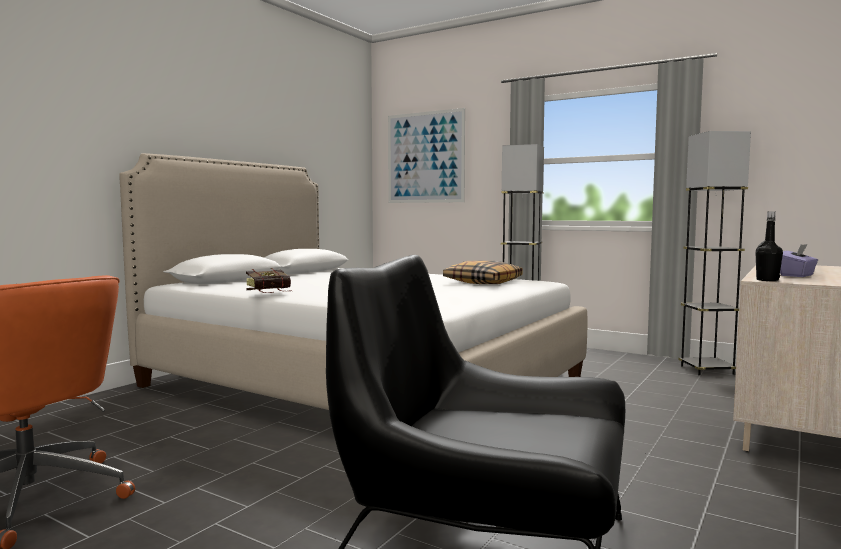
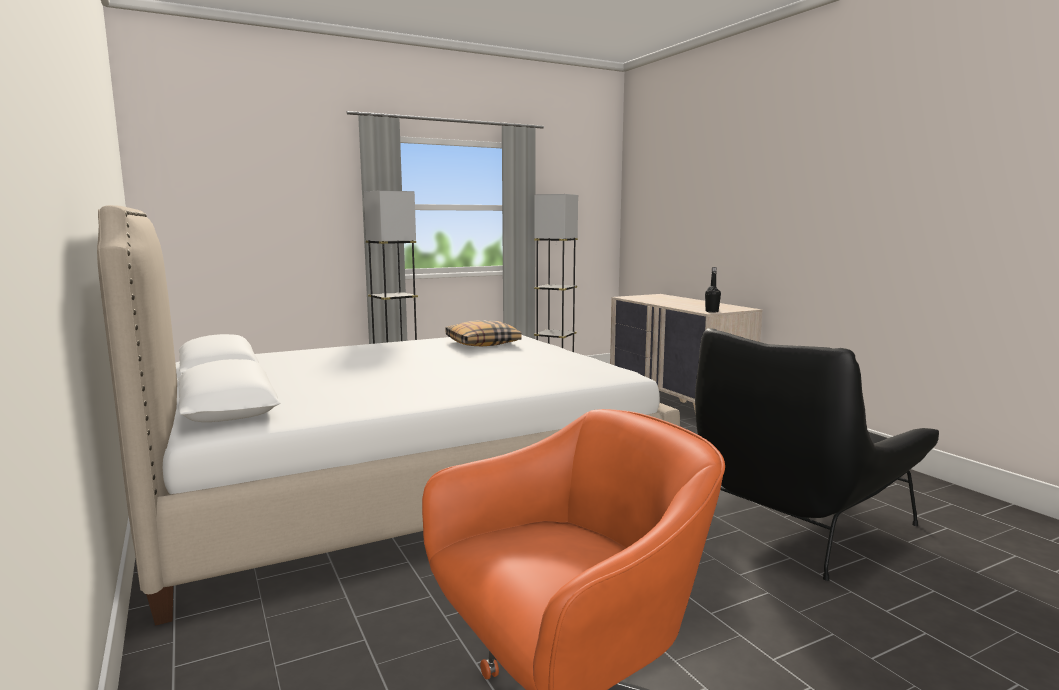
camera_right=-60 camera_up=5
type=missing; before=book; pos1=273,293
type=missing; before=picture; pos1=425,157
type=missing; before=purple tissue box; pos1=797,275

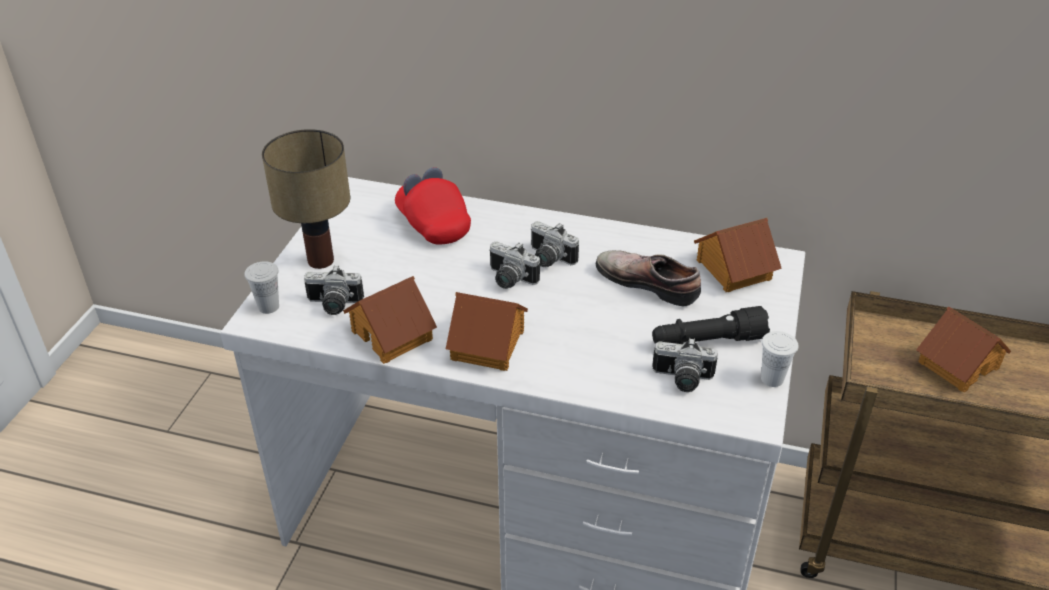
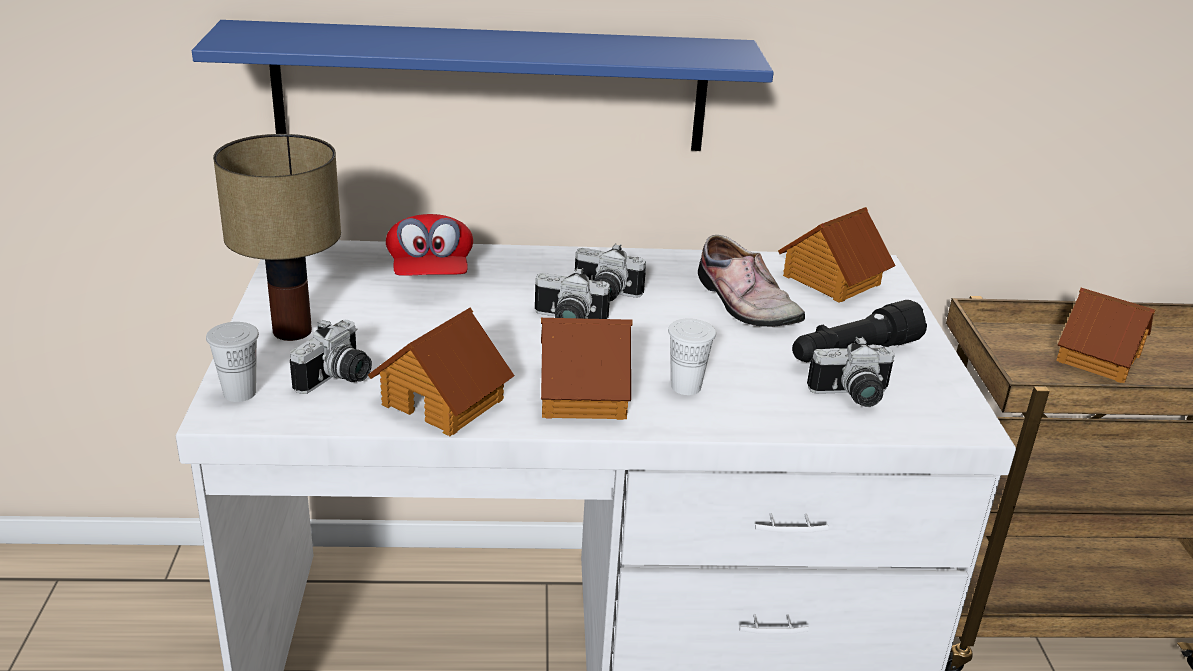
camera_right=-20 camera_up=-10
type=spun; before=photo camera; pos1=333,305; pos2=338,379; turn=-45
type=spun; before=red cap; pos1=433,224; pos2=430,275; turn=-135
type=spun; before=shoe; pos1=649,282; pos2=742,303; turn=-135
type=relocated; before=white cup; pos1=772,379; pos2=686,387
type=appeared; after=blue shelf; pos2=491,87

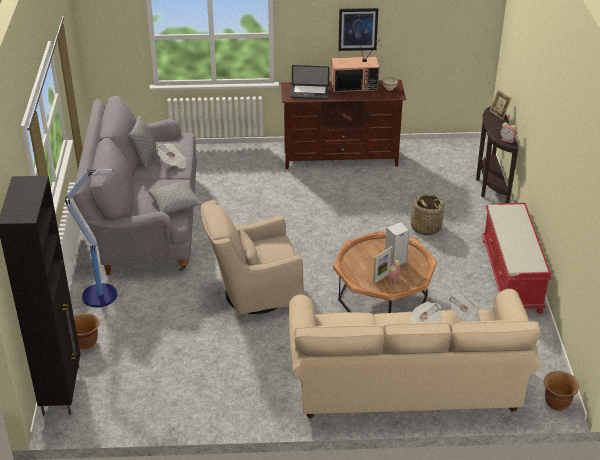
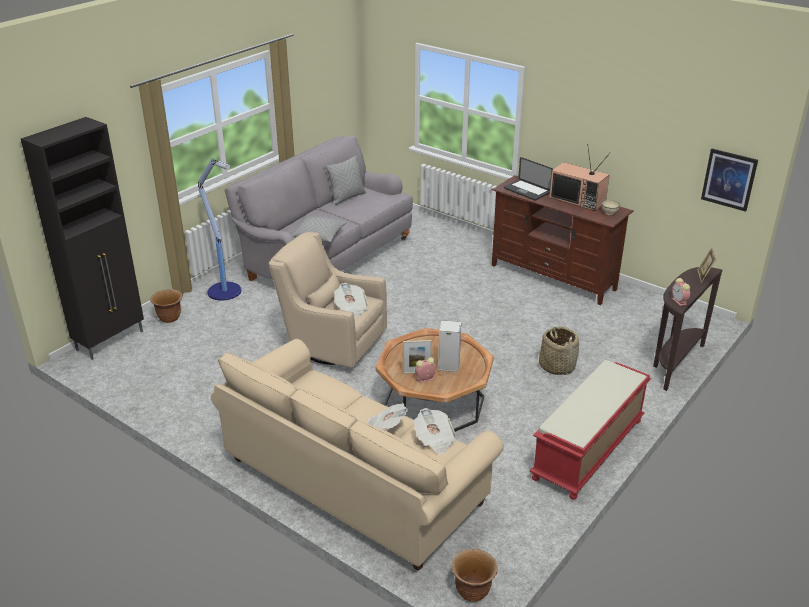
camera_right=40 camera_up=-5
type=relocated; before=newspaper; pos1=173,162; pos2=351,308
type=relocated; before=picture; pos1=358,29; pos2=729,179

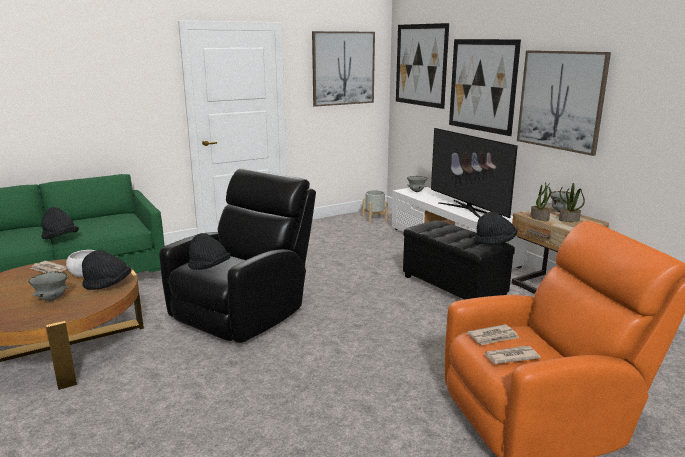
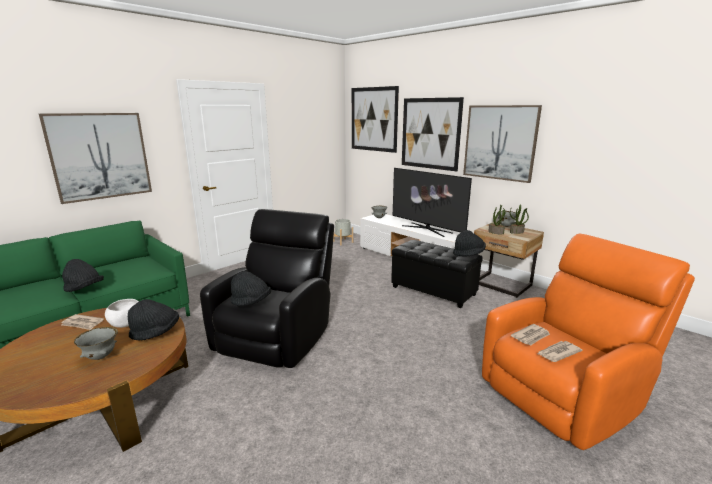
camera_right=-15 camera_up=0
type=relocated; before=picture; pos1=343,68; pos2=100,156

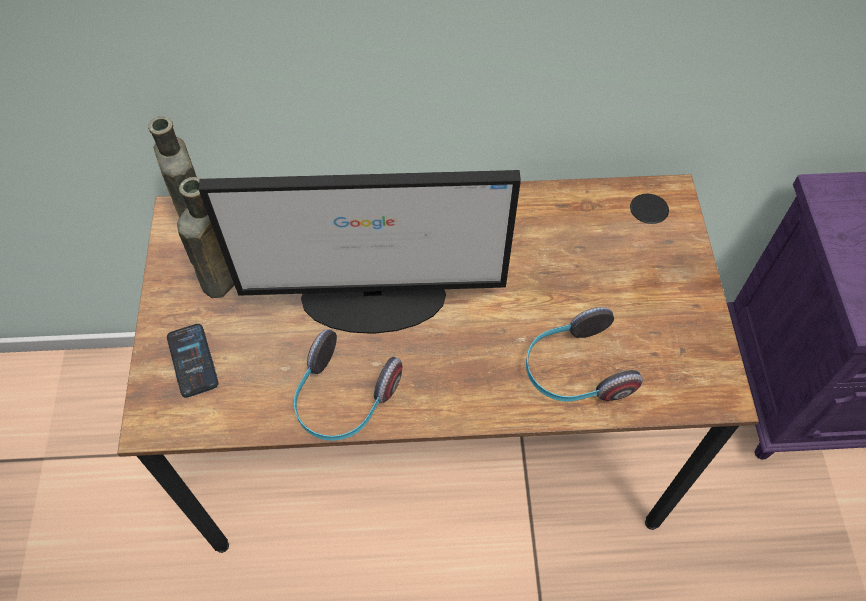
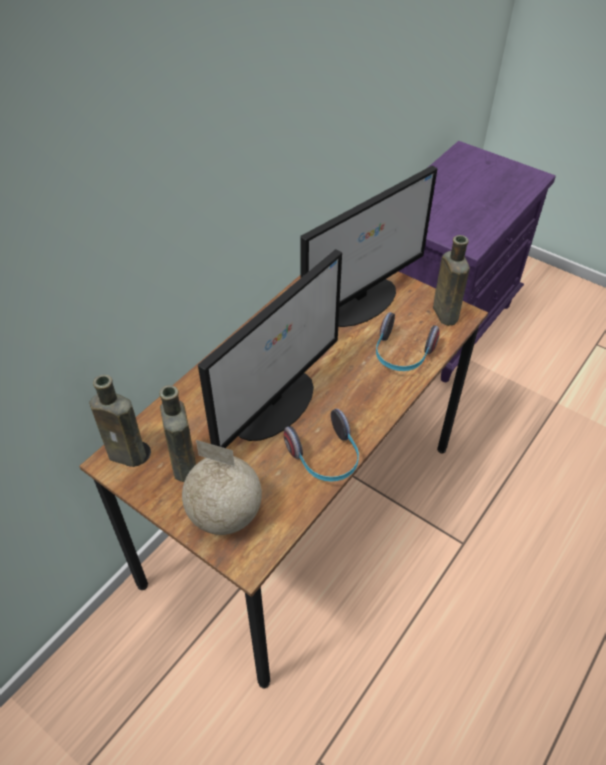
camera_right=-50 camera_up=-10
type=exchanged; before=phone; after=globe; pos1=192,360; pos2=225,515
type=appeared; after=monitor; pos2=360,301
type=appeared; after=brown bottle; pos2=444,312

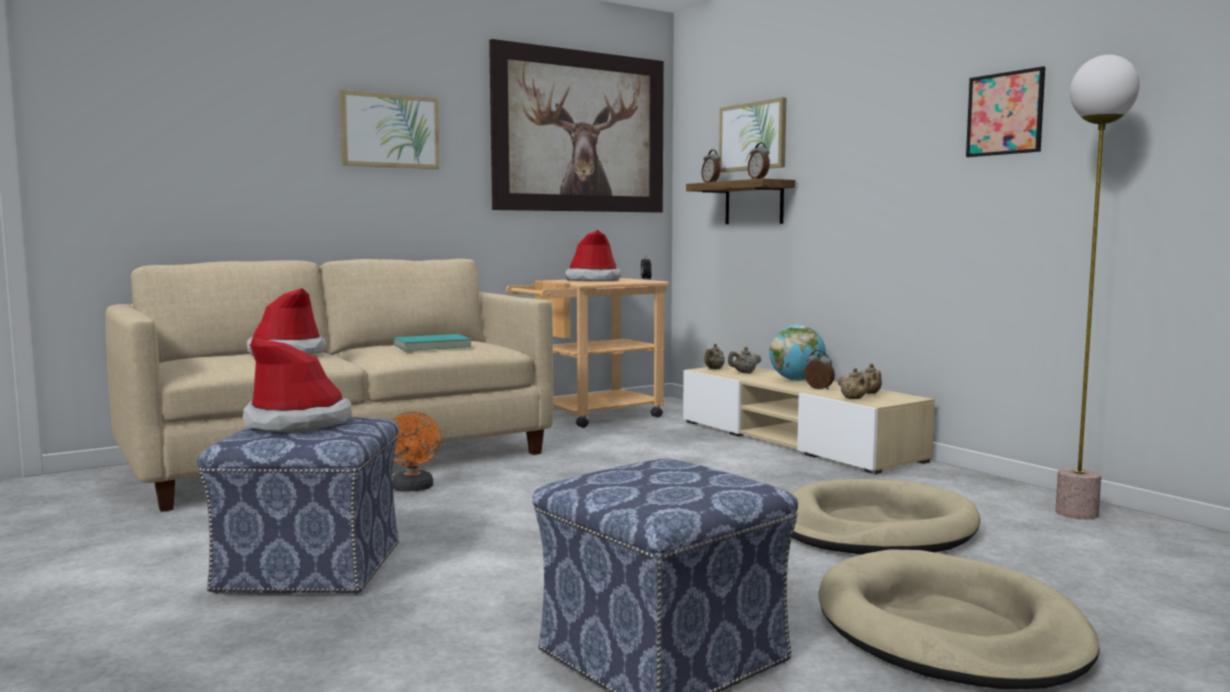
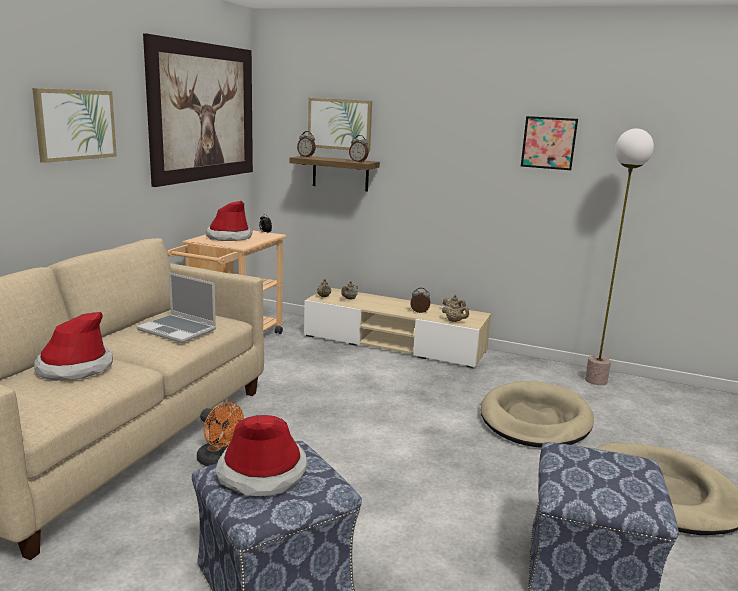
camera_right=-35 camera_up=10
type=exchanged; before=turquoise book; after=laptop; pos1=432,346; pos2=178,330
type=missing; before=globe; pos1=796,380

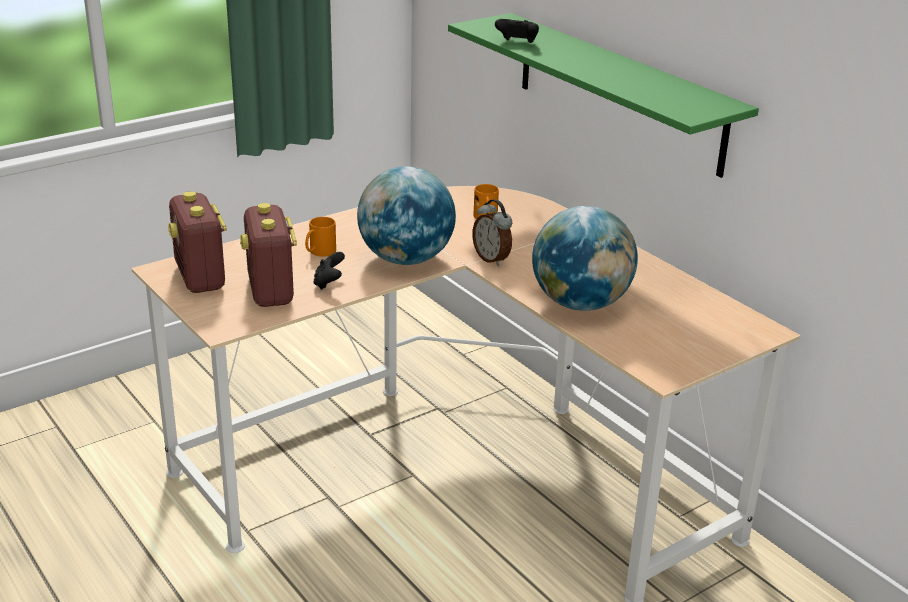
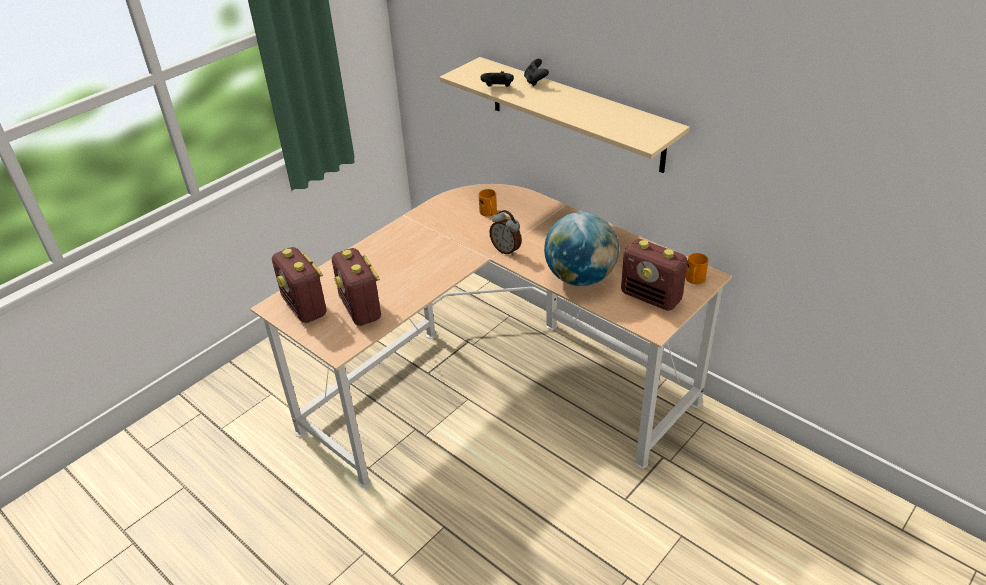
camera_right=-10 camera_up=10
type=relocated; before=orange mug; pos1=319,252; pos2=694,280
type=relocated; before=black game controller; pos1=329,283; pos2=535,81
type=missing; before=globe; pos1=406,259
type=colour; before=green shelf; after=beige shelf; pos1=618,92; pos2=575,114
type=appeared; after=radio; pos2=651,297

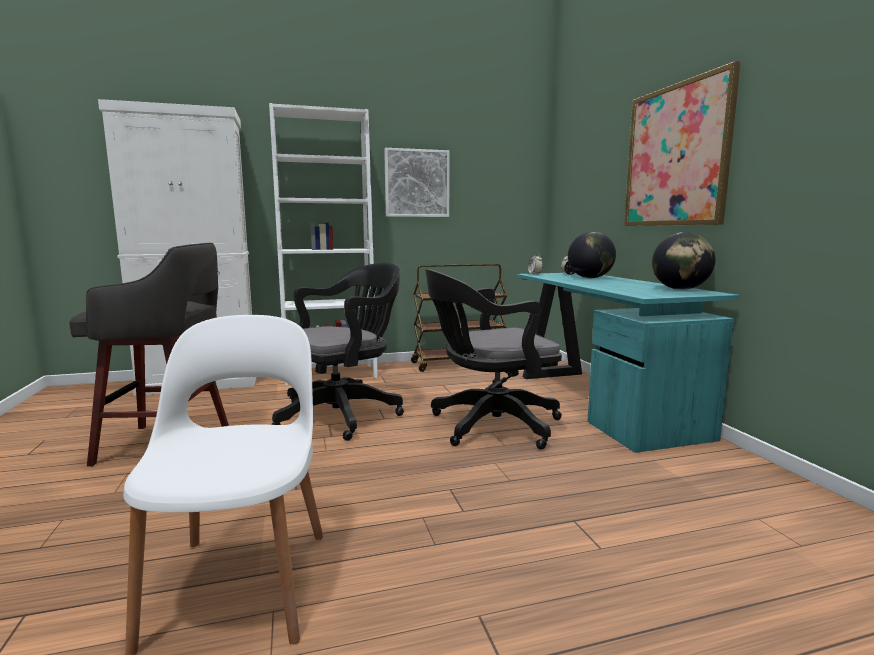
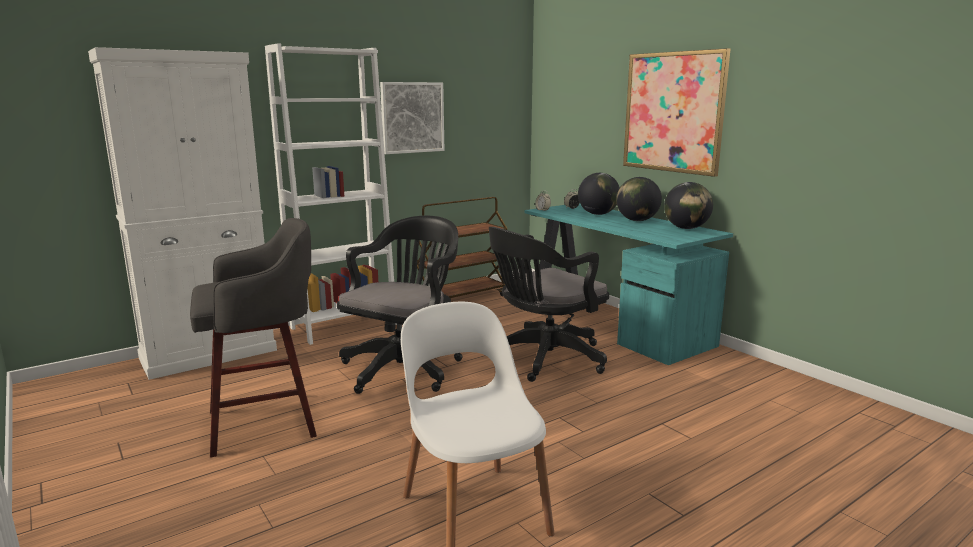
camera_right=-20 camera_up=5
type=appeared; after=globe; pos2=637,220

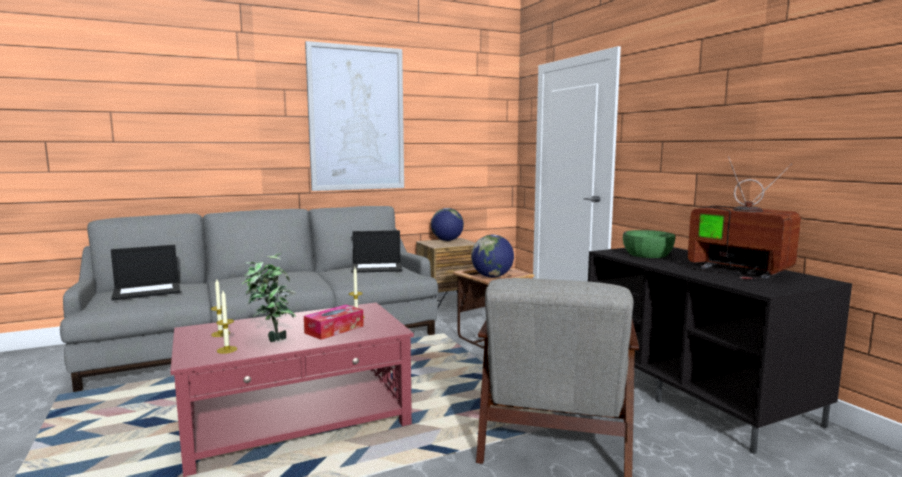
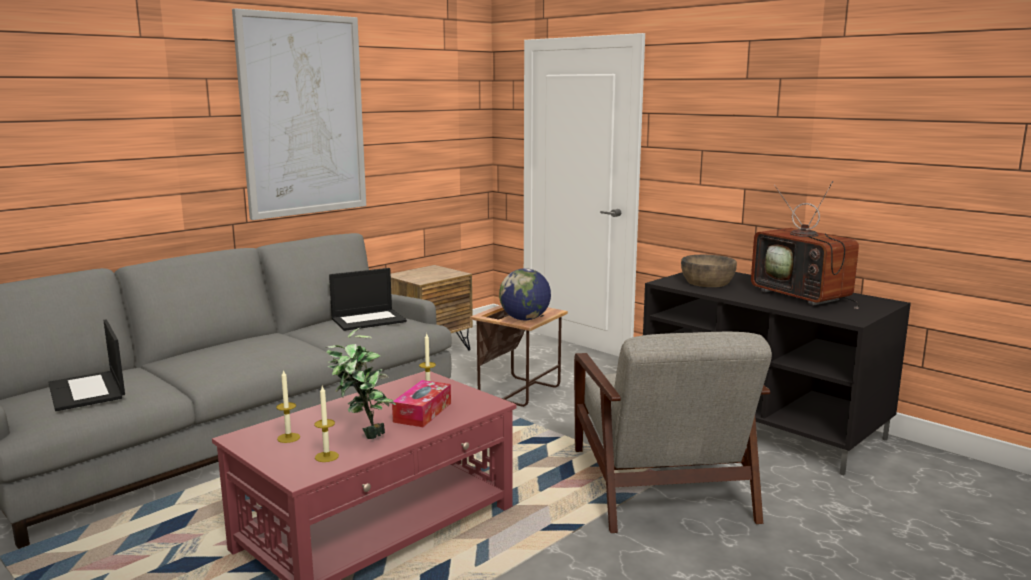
camera_right=-20 camera_up=5
type=spun; before=laptop; pos1=148,291; pos2=88,391; turn=105
type=missing; before=globe; pos1=447,240
type=colour; before=green bowl; after=brown bowl; pos1=647,254; pos2=707,282
type=spun; before=television; pos1=734,270; pos2=804,296; turn=-150

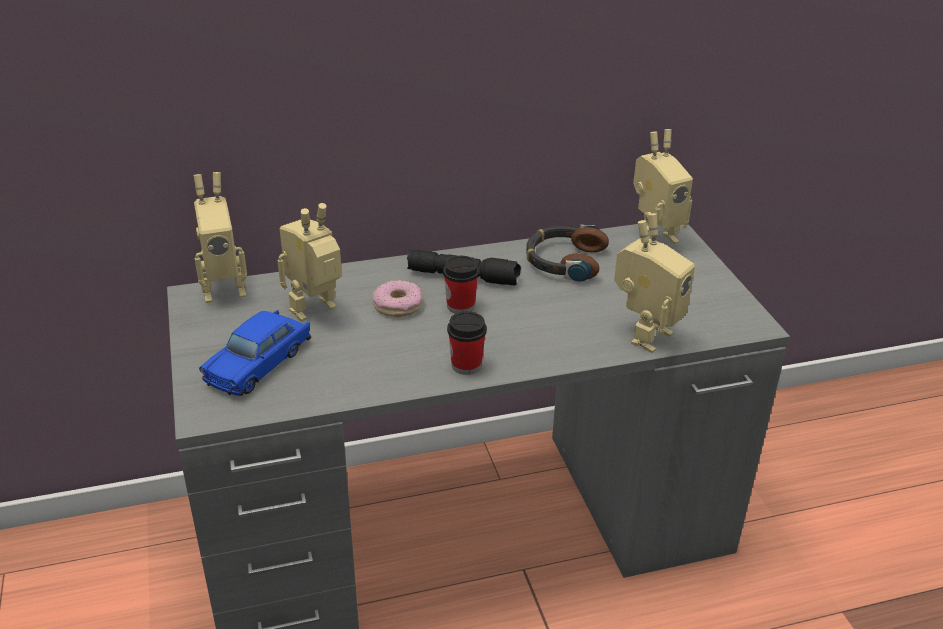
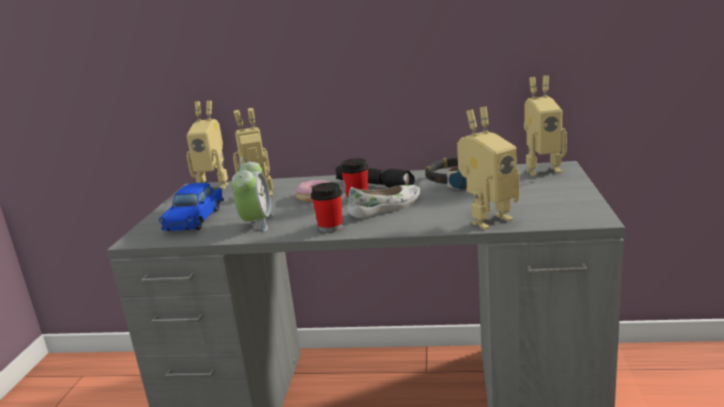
camera_right=25 camera_up=-15
type=spun; before=blue toy car; pos1=259,364; pos2=196,219; turn=-45
type=appeared; after=alarm clock; pos2=257,223
type=appeared; after=white shoe; pos2=386,208

